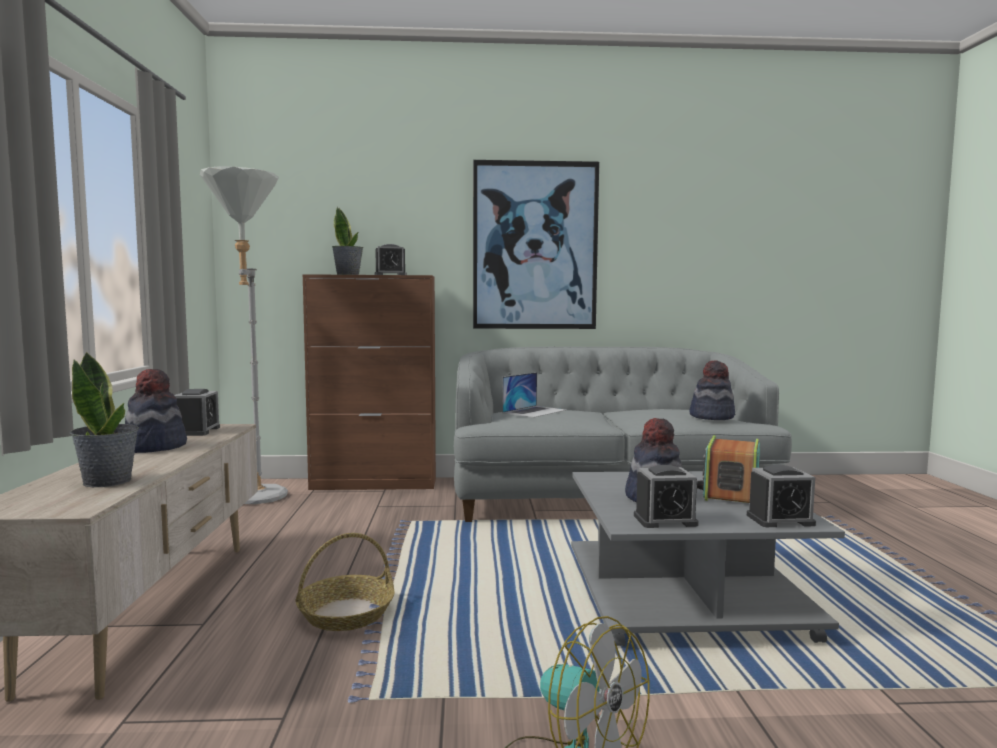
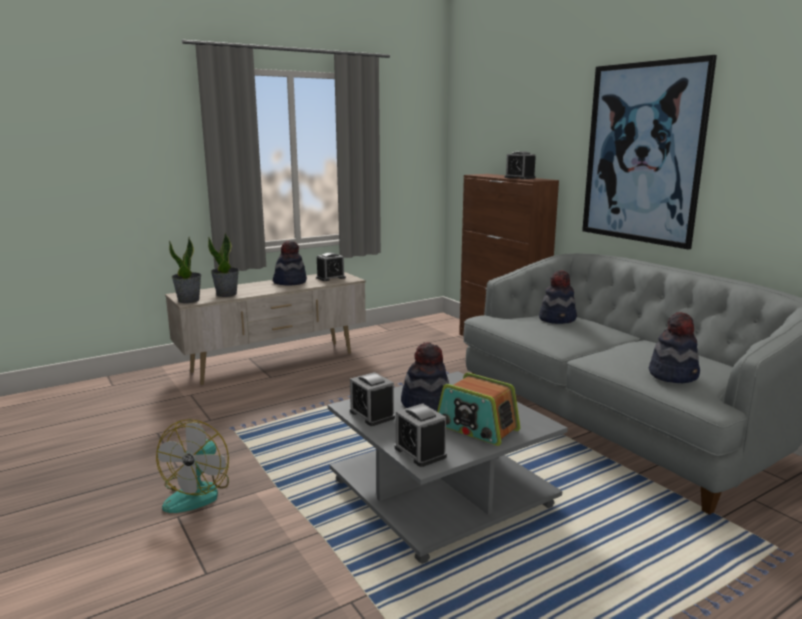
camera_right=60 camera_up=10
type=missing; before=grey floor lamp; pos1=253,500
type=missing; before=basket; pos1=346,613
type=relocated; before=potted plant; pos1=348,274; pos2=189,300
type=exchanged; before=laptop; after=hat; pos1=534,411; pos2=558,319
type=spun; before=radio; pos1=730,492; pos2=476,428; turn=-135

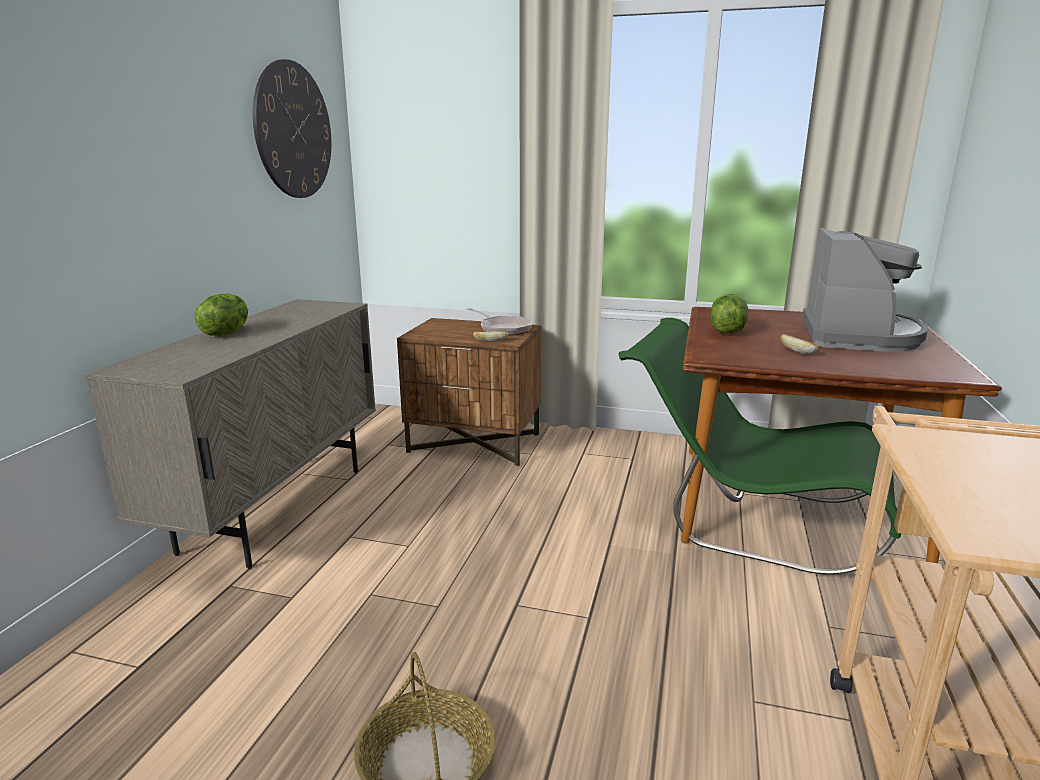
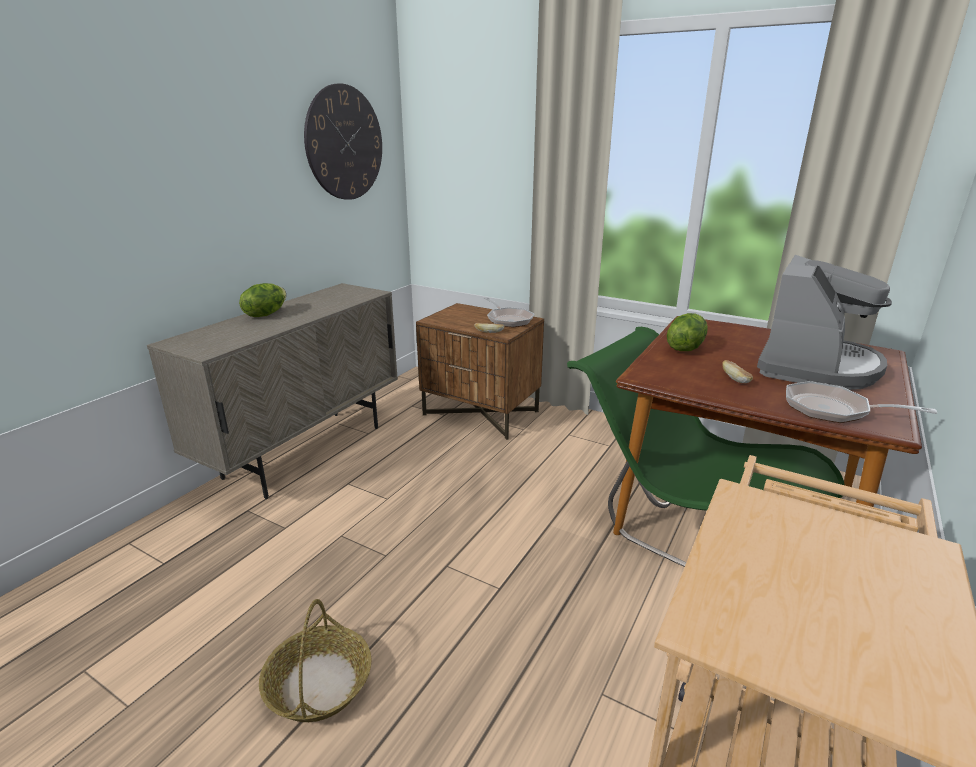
camera_right=15 camera_up=5
type=appeared; after=frying pan; pos2=833,410

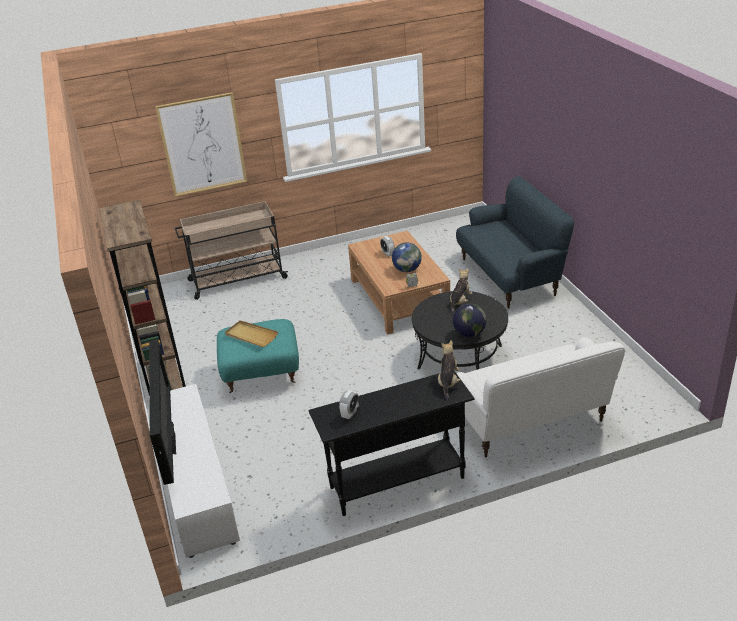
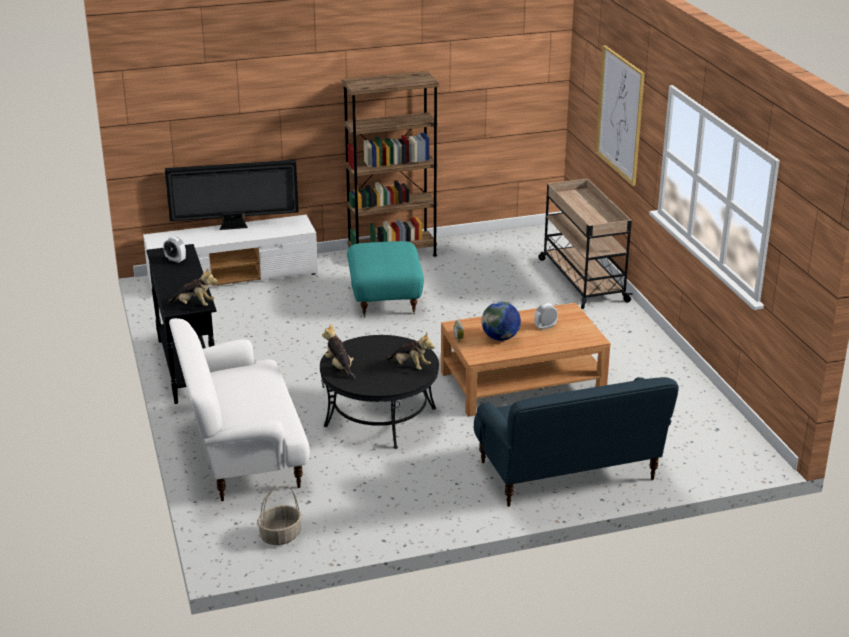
camera_right=90 camera_up=-5
type=missing; before=beige tray; pos1=251,335
type=exchanged; before=globe; after=plush toy; pos1=469,334; pos2=339,367
type=appeared; after=basket; pos2=280,536

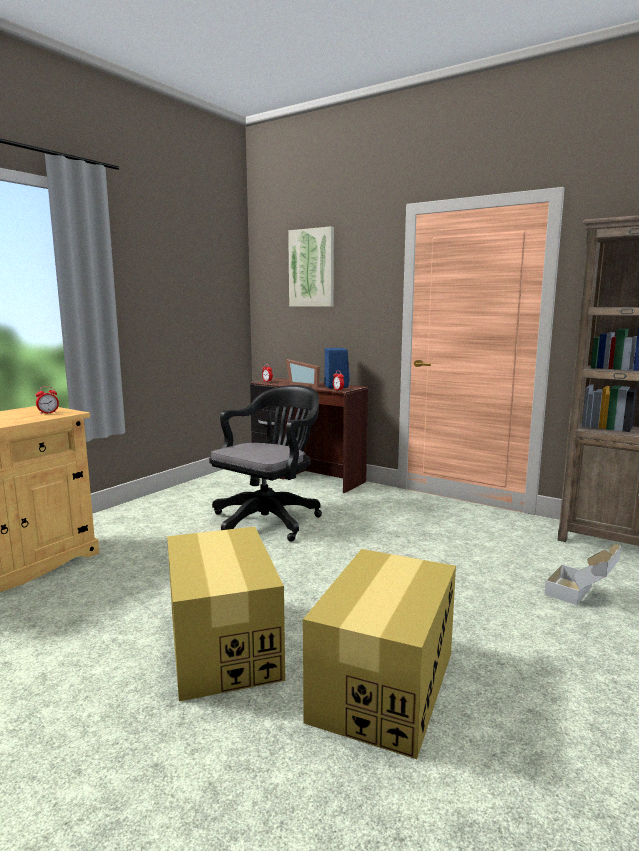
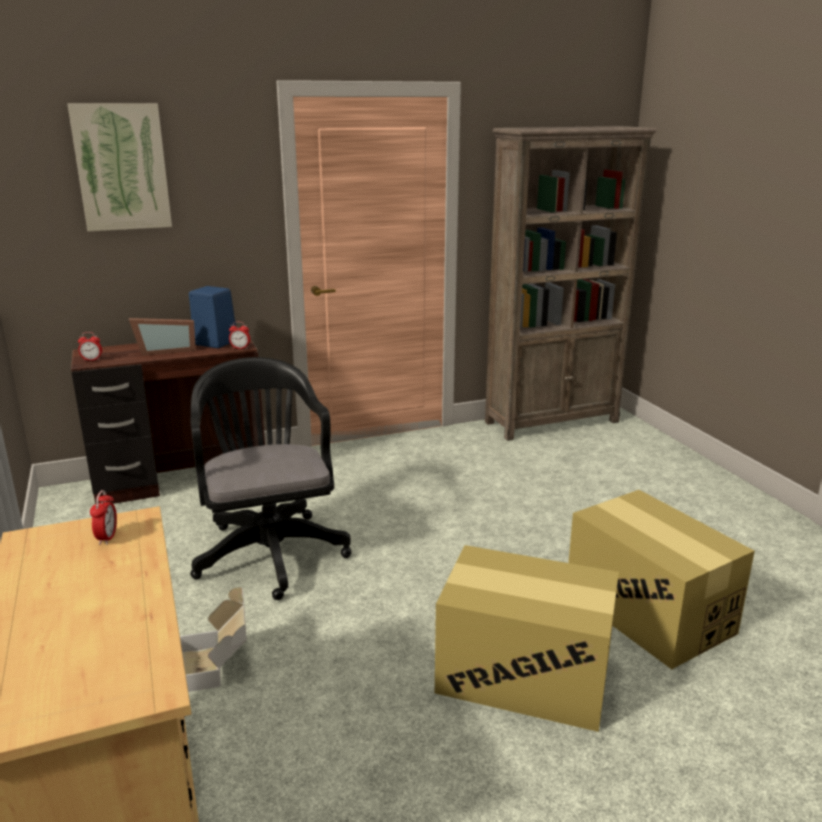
camera_right=-55 camera_up=10
type=relocated; before=cardboard box; pos1=581,595; pos2=216,666

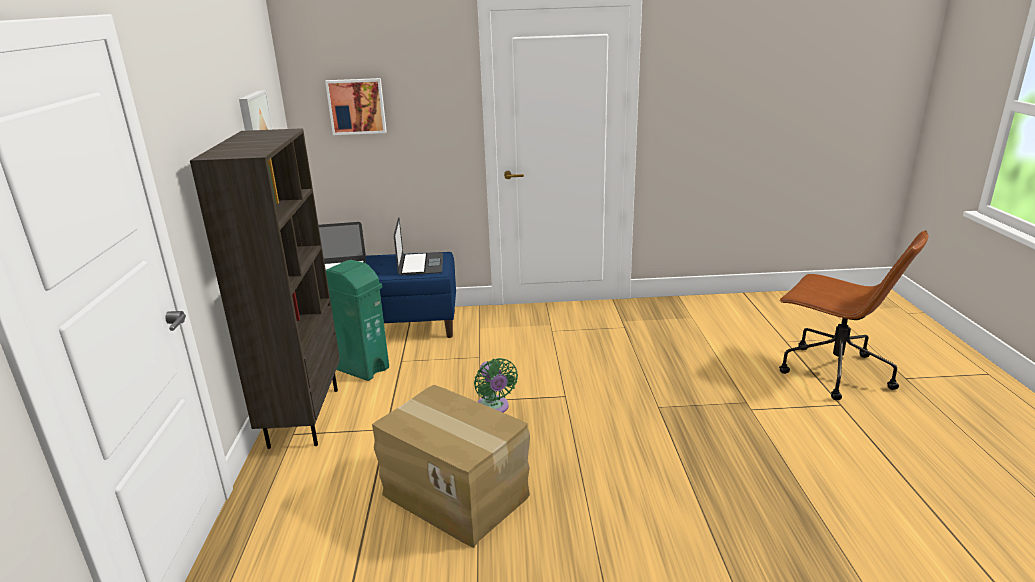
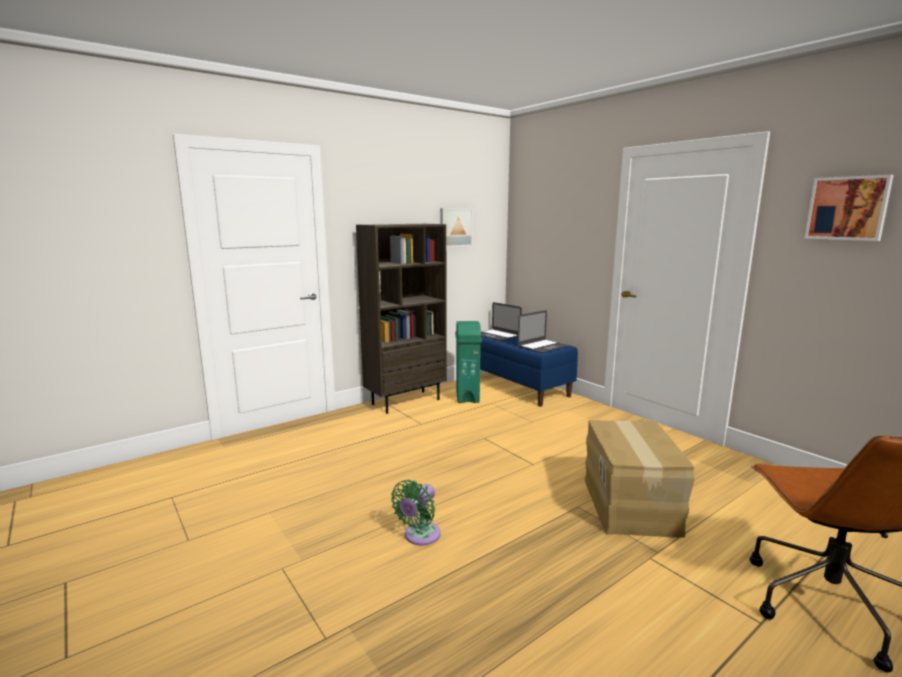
camera_right=55 camera_up=-10
type=relocated; before=picture; pos1=357,106; pos2=847,208
type=relocated; before=cardboard box; pos1=456,494; pos2=631,505
type=relocated; before=green fan; pos1=493,408; pos2=420,536

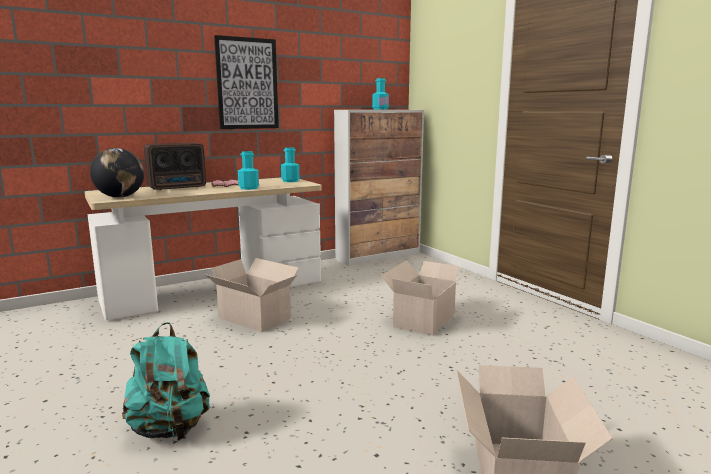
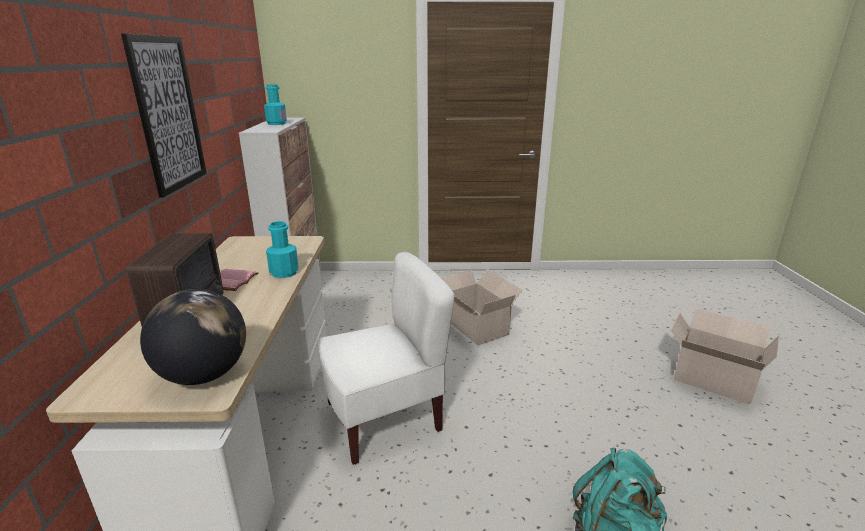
camera_right=-60 camera_up=10
type=exchanged; before=cardboard box; after=white chair; pos1=255,318; pos2=384,418
type=missing; before=turquoise bottle; pos1=290,181

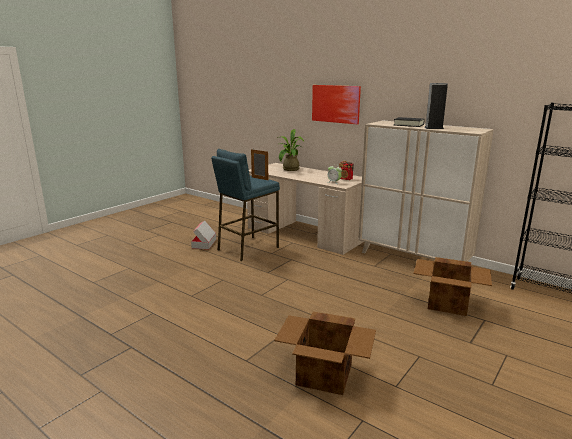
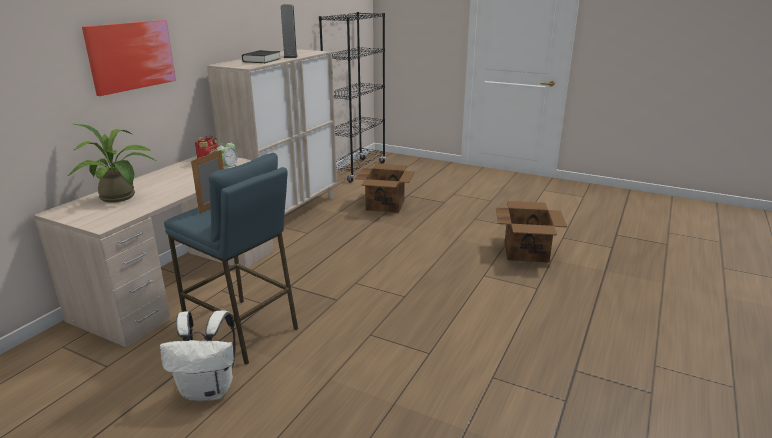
camera_right=-100 camera_up=5
type=exchanged; before=cardboard box; after=white backpack; pos1=204,243; pos2=209,390

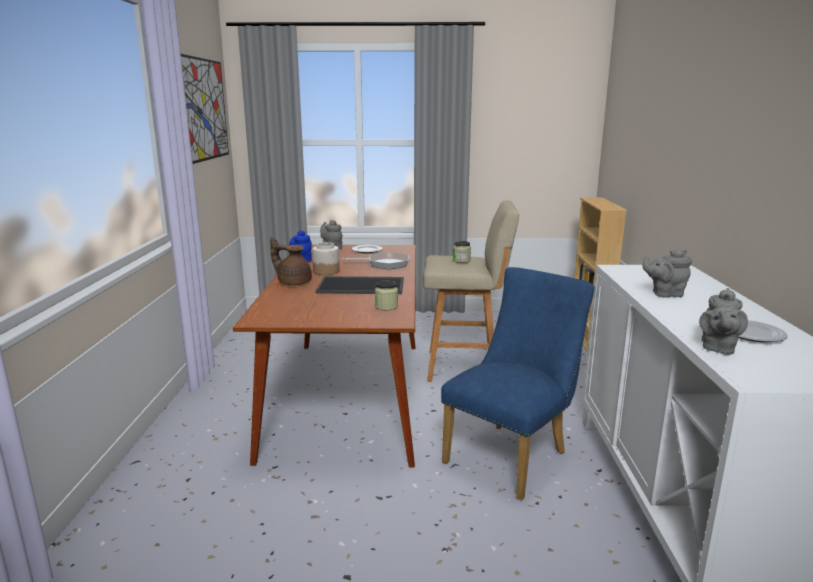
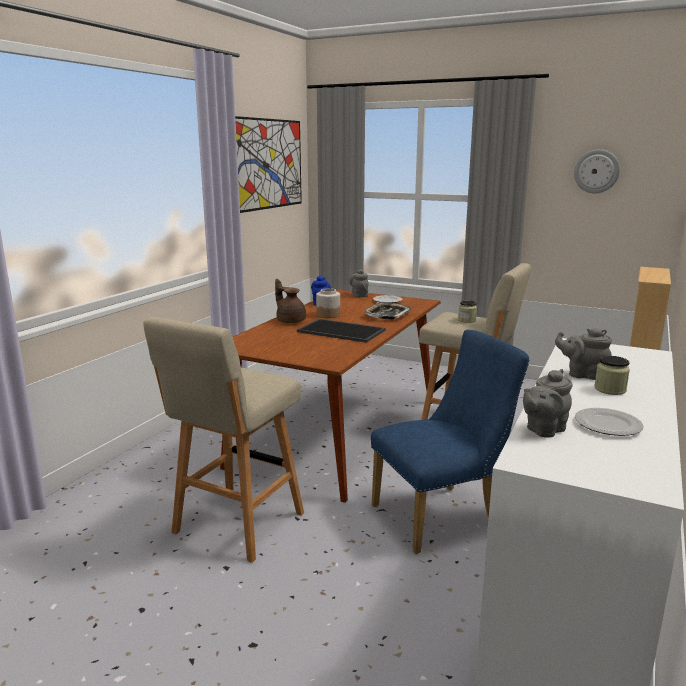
camera_right=25 camera_up=0
type=exchanged; before=frying pan; after=tray; pos1=385,264; pos2=387,315
type=relocated; before=jar; pos1=386,306; pos2=610,389
type=appeared; after=beige stool; pos2=236,525
type=appeared; after=wall clock; pos2=596,171

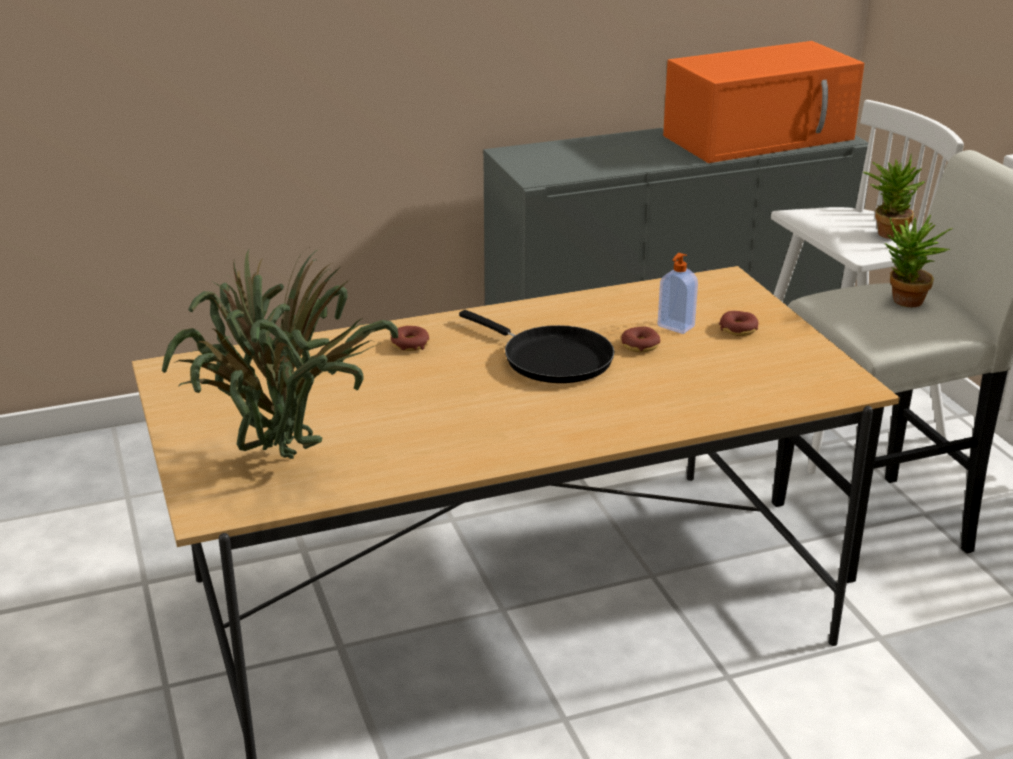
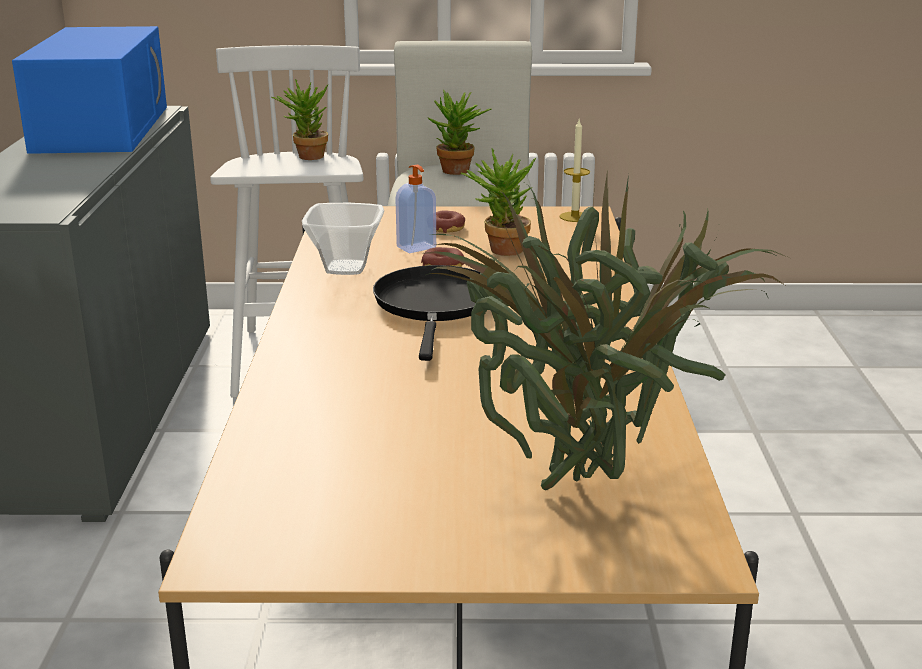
camera_right=-70 camera_up=-5
type=missing; before=donut; pos1=410,344
type=spun; before=black frying pan; pos1=551,359; pos2=435,306; turn=-60
type=colour; before=orange microwave; after=blue microwave; pos1=760,136; pos2=102,127
type=appeared; after=bowl; pos2=348,267
type=appeared; after=potted plant; pos2=499,250
type=appeared; after=candle; pos2=574,217

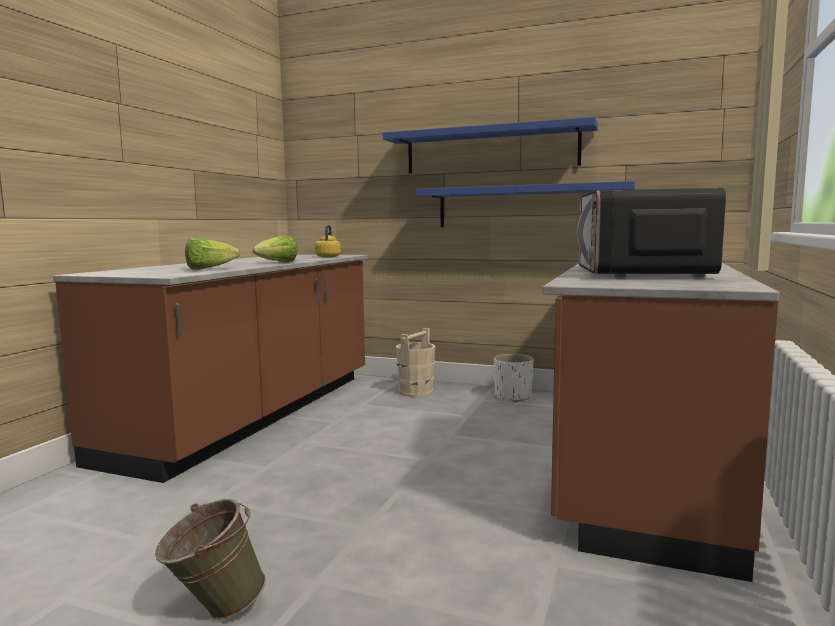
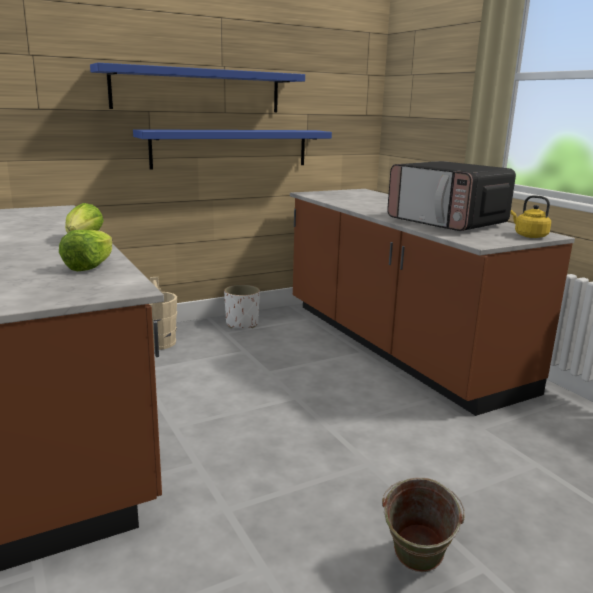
camera_right=-50 camera_up=10
type=relocated; before=yellow kettle; pos1=328,257; pos2=529,236

